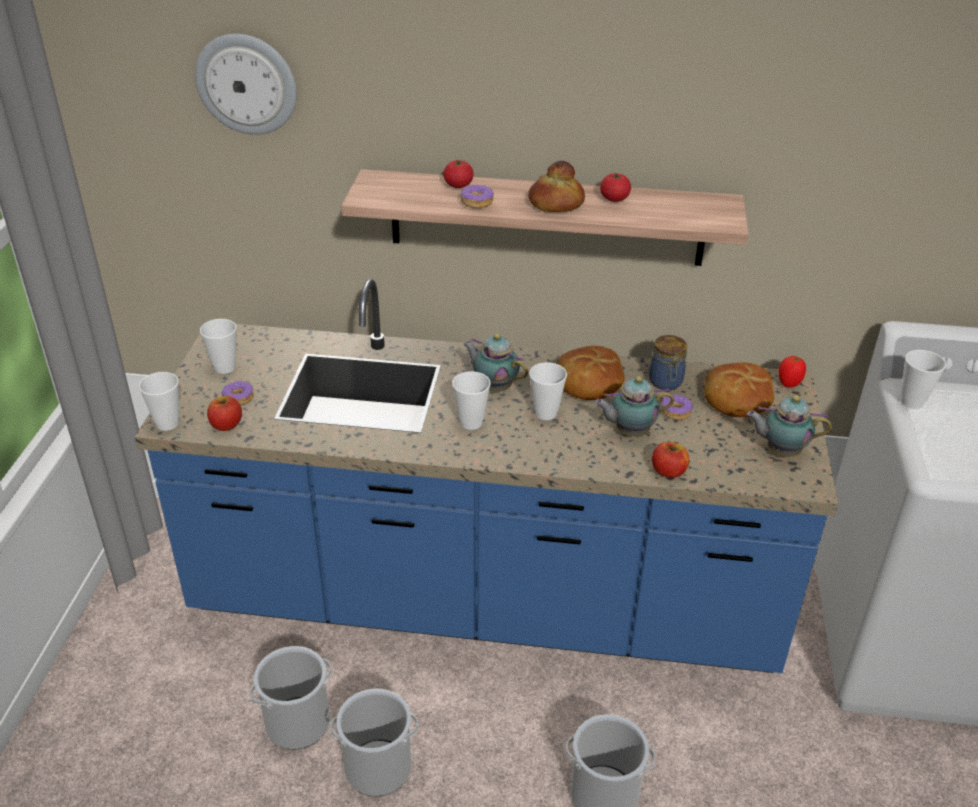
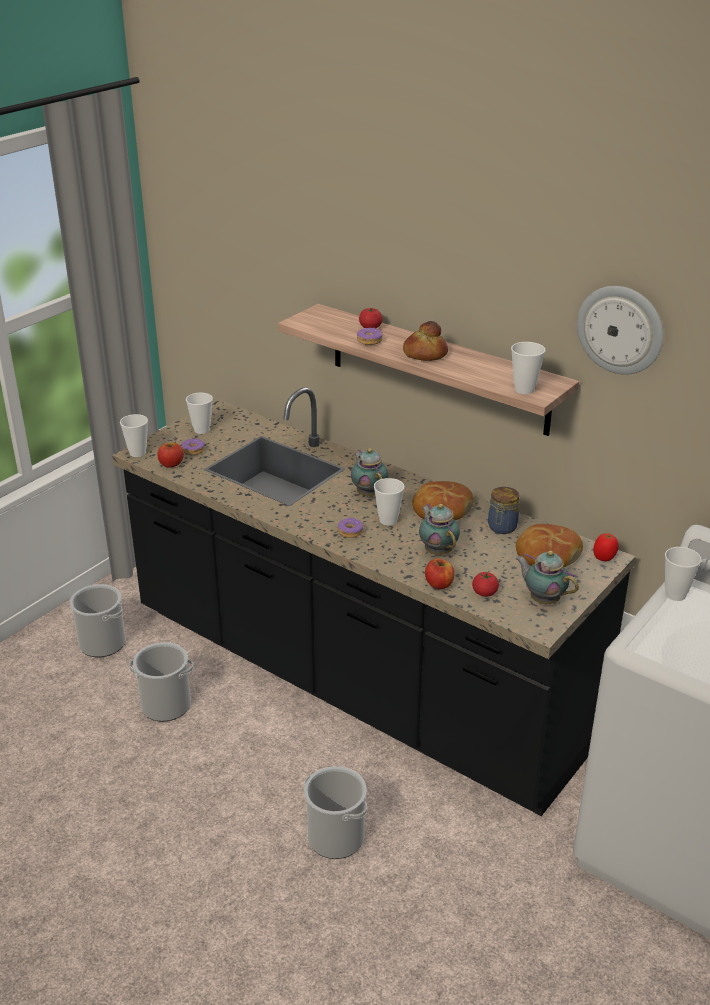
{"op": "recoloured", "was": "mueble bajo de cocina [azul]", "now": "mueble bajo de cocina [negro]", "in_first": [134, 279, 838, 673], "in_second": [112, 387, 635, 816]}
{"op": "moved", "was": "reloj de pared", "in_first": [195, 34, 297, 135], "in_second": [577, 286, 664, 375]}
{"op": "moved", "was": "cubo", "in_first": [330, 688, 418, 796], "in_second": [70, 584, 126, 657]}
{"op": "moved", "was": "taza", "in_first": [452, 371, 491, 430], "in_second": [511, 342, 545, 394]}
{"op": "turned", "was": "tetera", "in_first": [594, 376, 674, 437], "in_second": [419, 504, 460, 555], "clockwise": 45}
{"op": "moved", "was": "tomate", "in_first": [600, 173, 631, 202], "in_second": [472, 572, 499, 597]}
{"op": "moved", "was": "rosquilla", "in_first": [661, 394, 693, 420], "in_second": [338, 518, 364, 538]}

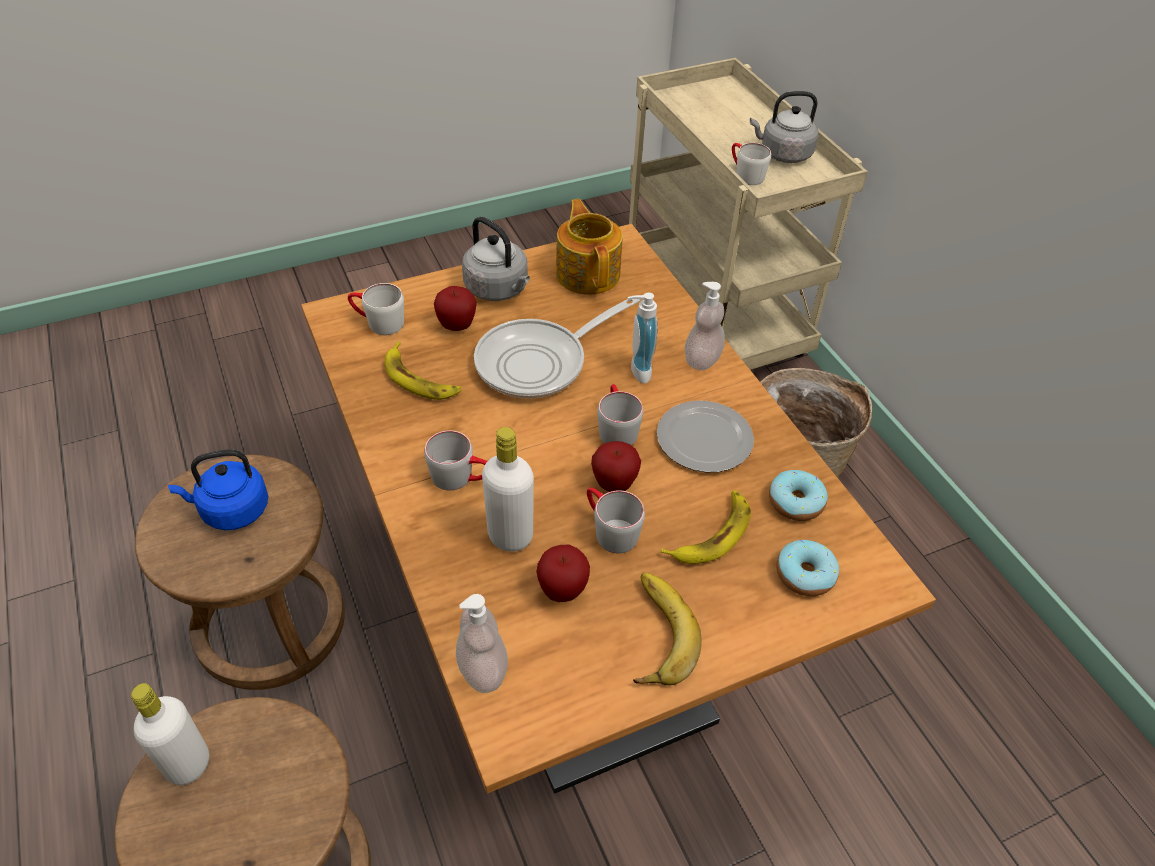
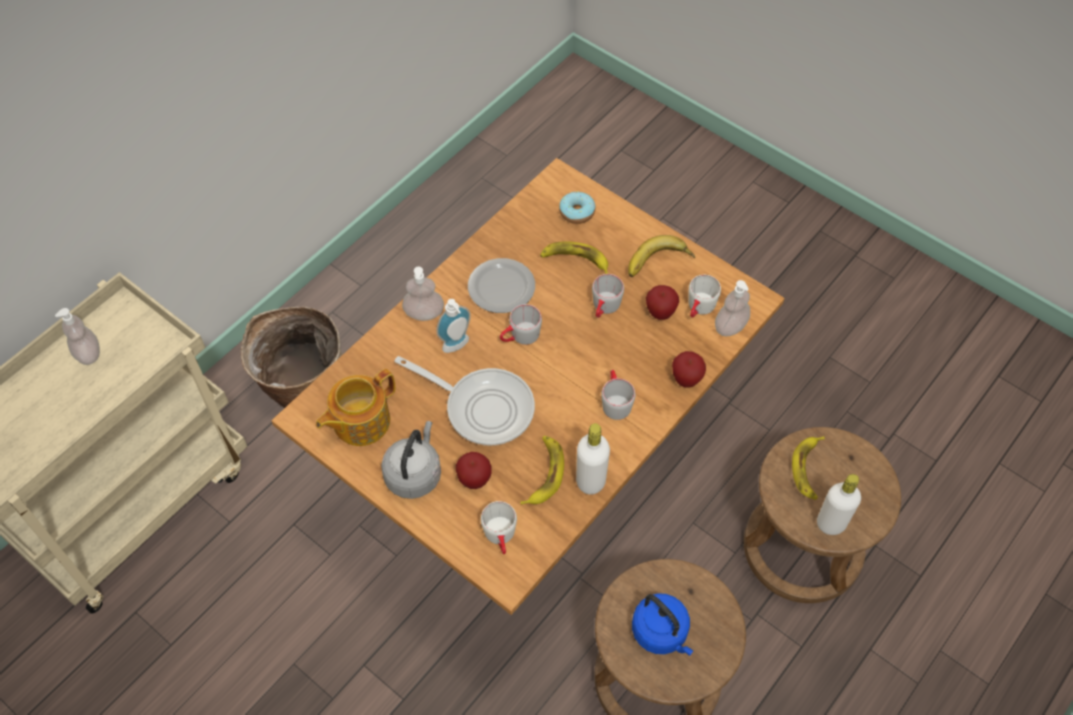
{"op": "moved", "was": "botella [blanco]", "in_first": [482, 427, 534, 552], "in_second": [576, 423, 610, 495]}
{"op": "moved", "was": "manzana", "in_first": [591, 441, 641, 492], "in_second": [672, 351, 706, 388]}
{"op": "moved", "was": "taza grande [blanco]", "in_first": [732, 143, 771, 185], "in_second": [689, 275, 721, 318]}
{"op": "replaced", "was": "hervidor [gris]", "now": "dispensador de jabón", "in_first": [750, 91, 818, 163], "in_second": [55, 308, 100, 365]}
{"op": "removed", "was": "rosquilla", "in_first": [769, 470, 828, 521]}
{"op": "added", "now": "plátano", "in_second": [792, 436, 825, 500]}

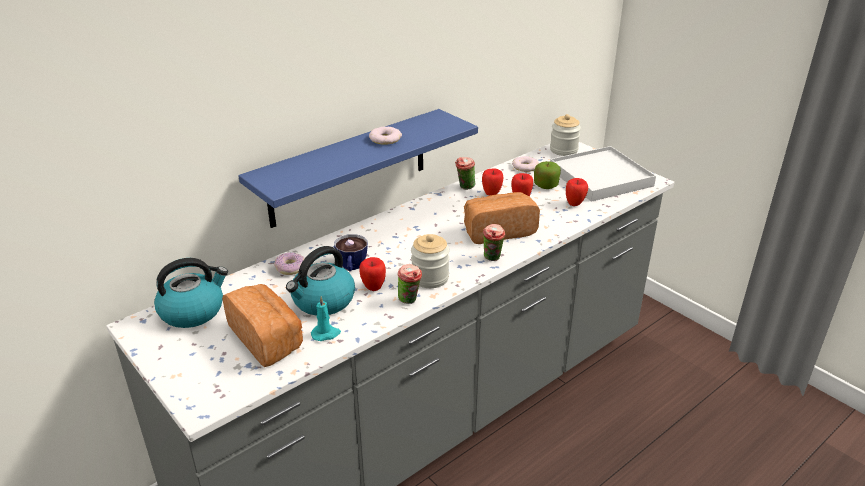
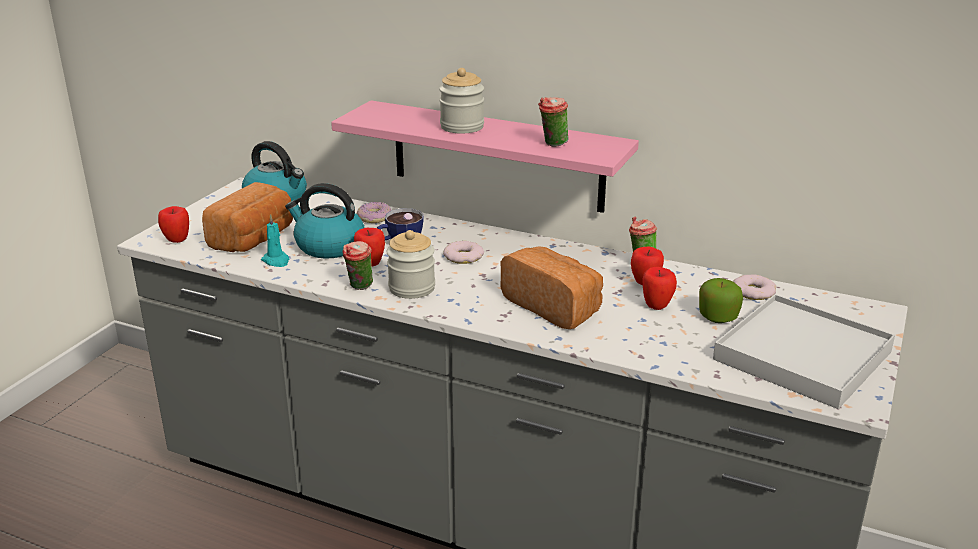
{"op": "recoloured", "was": "estante [azul]", "now": "estante [rosa]", "in_first": [238, 109, 478, 228], "in_second": [331, 101, 639, 213]}
{"op": "moved", "was": "rosquilla", "in_first": [369, 127, 402, 145], "in_second": [443, 241, 484, 264]}
{"op": "moved", "was": "taza", "in_first": [483, 224, 506, 261], "in_second": [538, 97, 568, 147]}
{"op": "moved", "was": "tarro", "in_first": [550, 114, 581, 156], "in_second": [439, 68, 484, 134]}
{"op": "moved", "was": "manzana", "in_first": [566, 178, 588, 206], "in_second": [158, 206, 189, 243]}

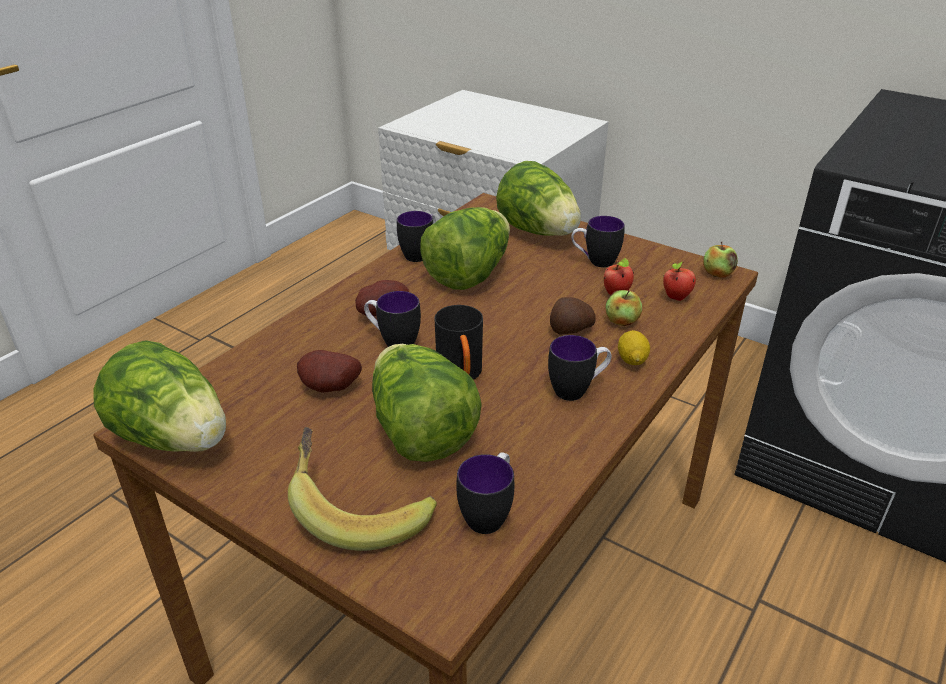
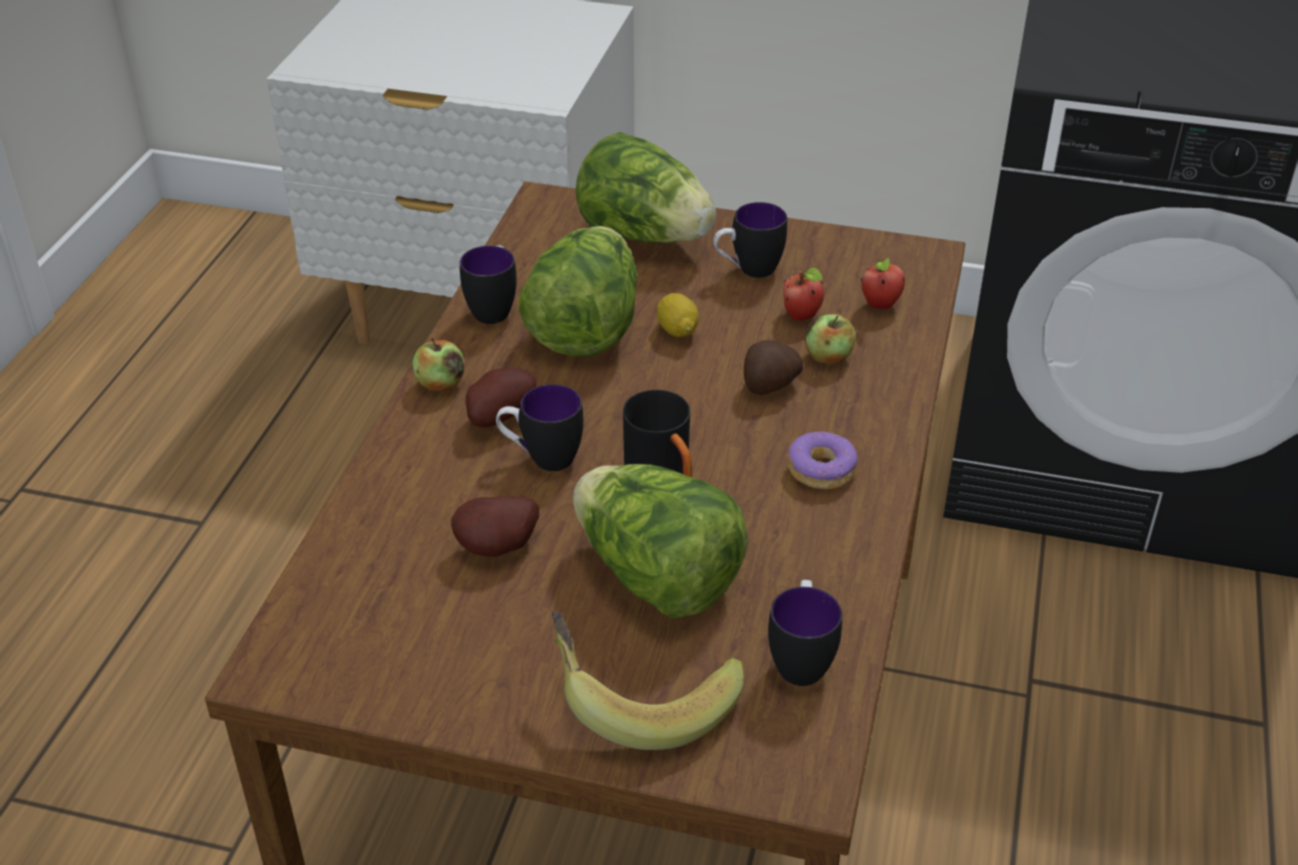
{"op": "removed", "was": "lechuga", "in_first": [93, 340, 226, 452]}
{"op": "replaced", "was": "taza grande", "now": "rosquilla", "in_first": [548, 335, 612, 401], "in_second": [788, 431, 858, 489]}
{"op": "moved", "was": "limón", "in_first": [618, 330, 650, 365], "in_second": [657, 293, 699, 337]}
{"op": "moved", "was": "manzana", "in_first": [703, 242, 738, 278], "in_second": [413, 338, 465, 392]}

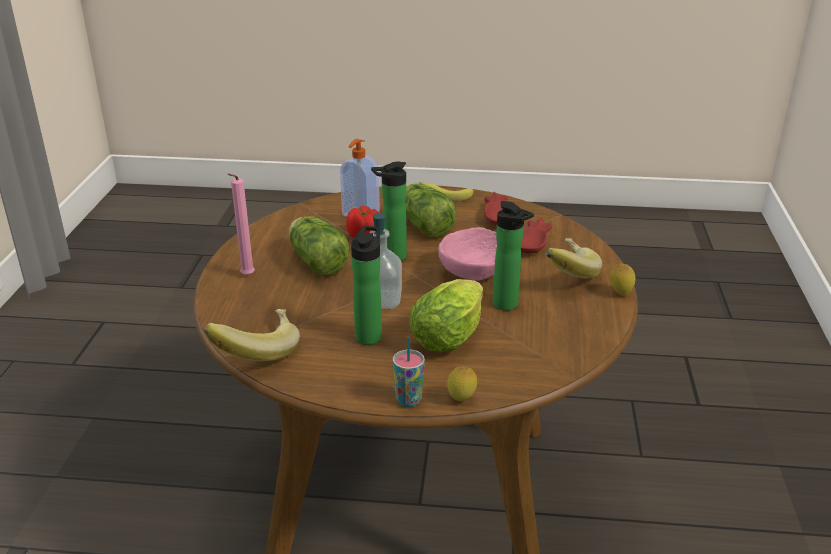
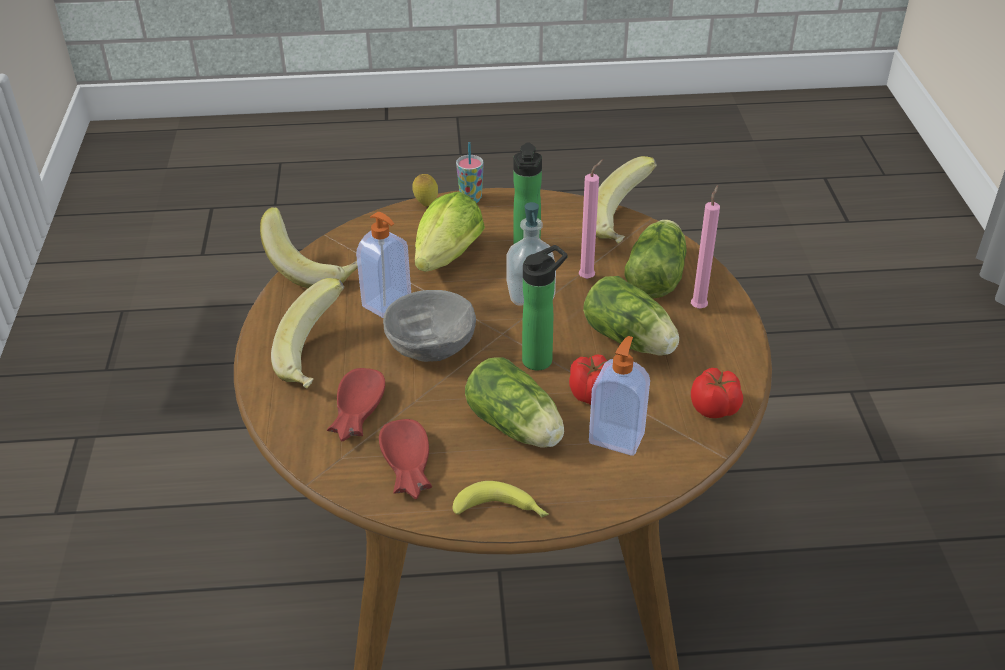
{"op": "recoloured", "was": "cuenco [rosa]", "now": "cuenco [gris]", "in_first": [438, 227, 497, 281], "in_second": [383, 290, 476, 362]}
{"op": "replaced", "was": "botella", "now": "dispensador de jabón", "in_first": [493, 201, 534, 310], "in_second": [356, 212, 411, 318]}
{"op": "removed", "was": "limón", "in_first": [610, 264, 635, 296]}
{"op": "added", "now": "plátano", "in_second": [260, 207, 358, 288]}
{"op": "added", "now": "vela [rosa]", "in_second": [579, 159, 603, 279]}
{"op": "added", "now": "lechuga", "in_second": [624, 220, 687, 298]}
{"op": "added", "now": "tomate", "in_second": [691, 368, 743, 418]}

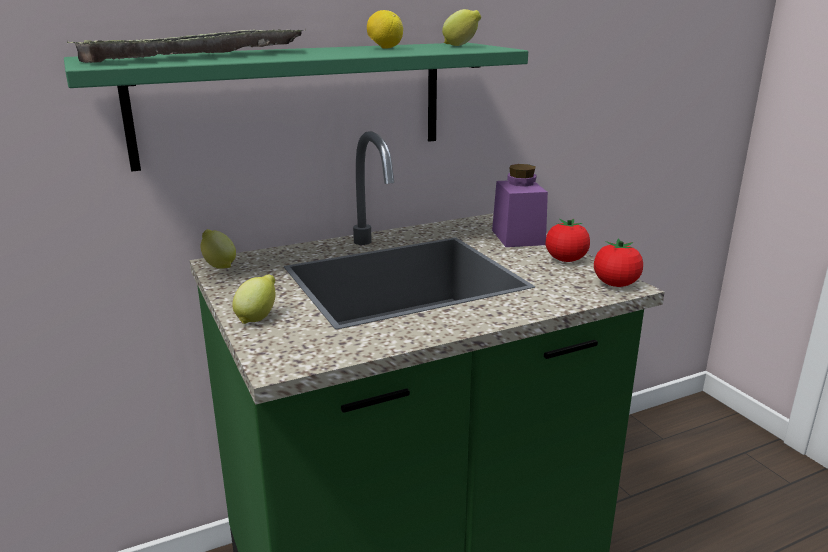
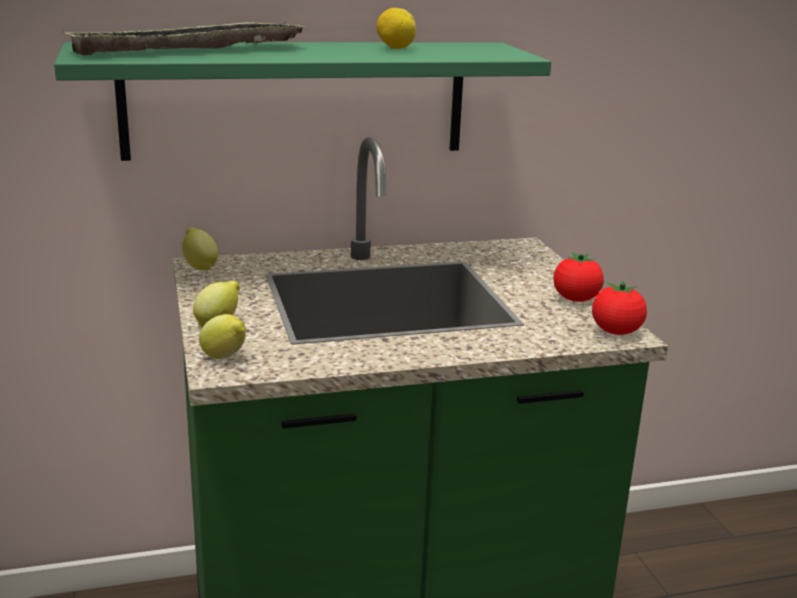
{"op": "moved", "was": "limón", "in_first": [442, 9, 481, 46], "in_second": [199, 314, 246, 359]}
{"op": "removed", "was": "tarro [morado]", "in_first": [492, 164, 548, 247]}

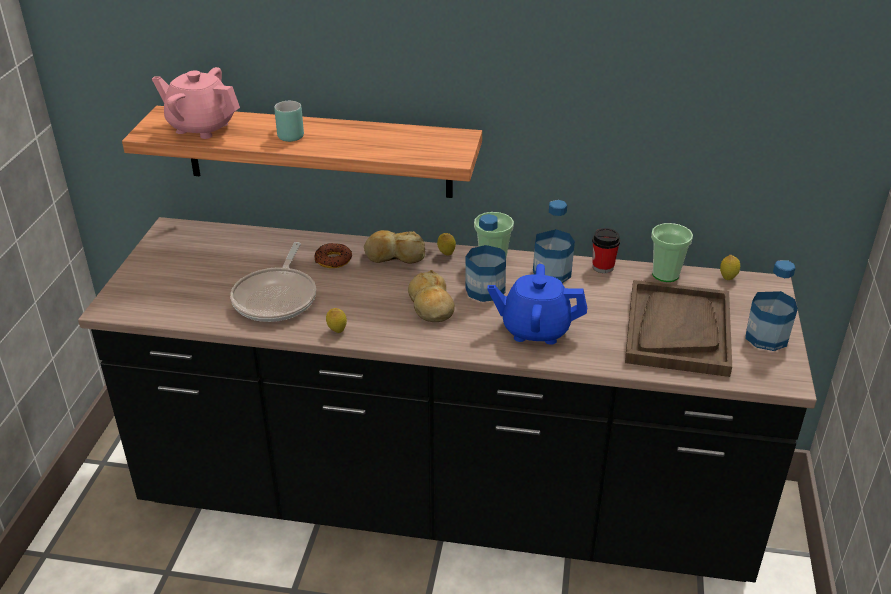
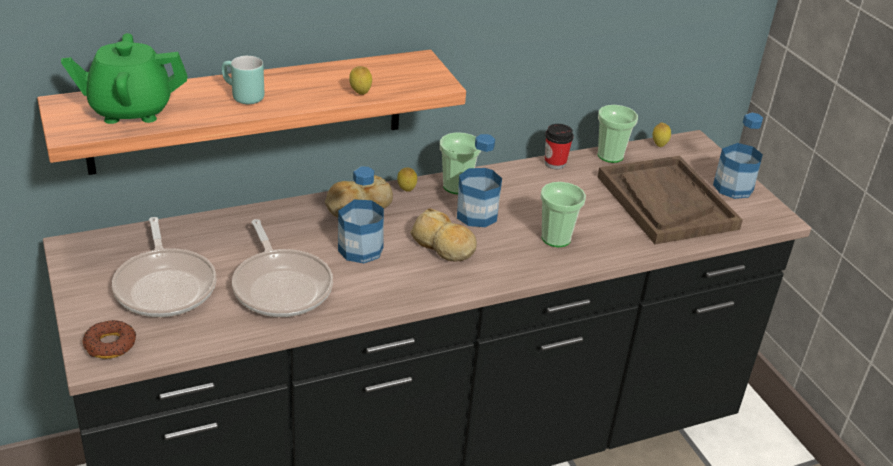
{"op": "recoloured", "was": "tetera [rosa]", "now": "tetera [verde]", "in_first": [152, 67, 240, 139], "in_second": [61, 33, 188, 124]}
{"op": "moved", "was": "rosquilla", "in_first": [314, 243, 352, 268], "in_second": [83, 320, 136, 359]}
{"op": "moved", "was": "limón", "in_first": [326, 308, 347, 333], "in_second": [349, 66, 372, 95]}
{"op": "replaced", "was": "tetera [azul]", "now": "taza", "in_first": [487, 264, 587, 345], "in_second": [540, 182, 586, 247]}
{"op": "moved", "was": "botella", "in_first": [533, 200, 575, 283], "in_second": [338, 166, 384, 263]}
{"op": "added", "now": "sartén", "in_second": [112, 217, 216, 317]}

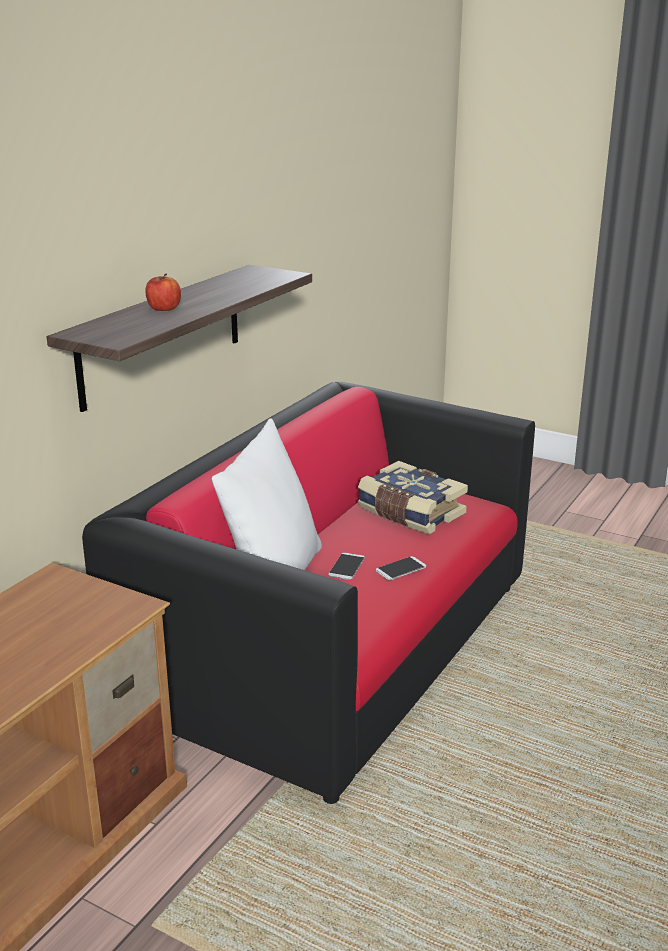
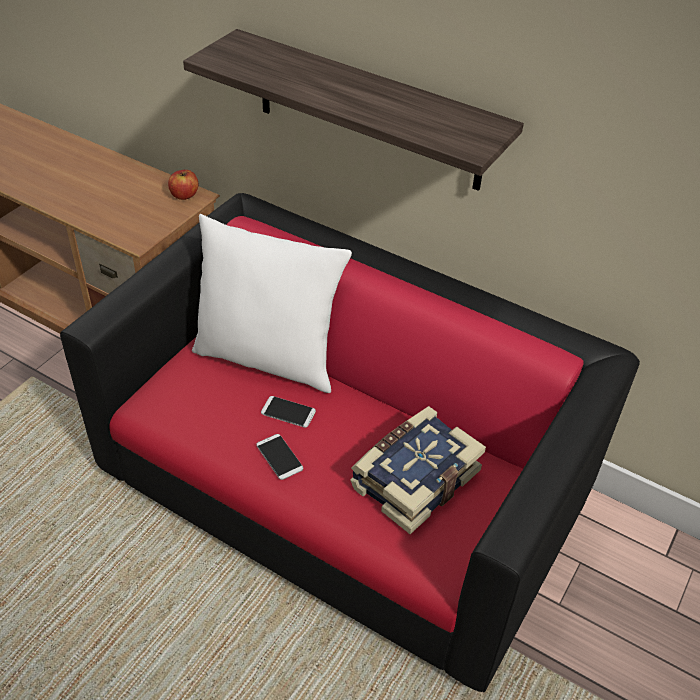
{"op": "moved", "was": "manzana", "in_first": [145, 274, 181, 311], "in_second": [168, 170, 198, 200]}

